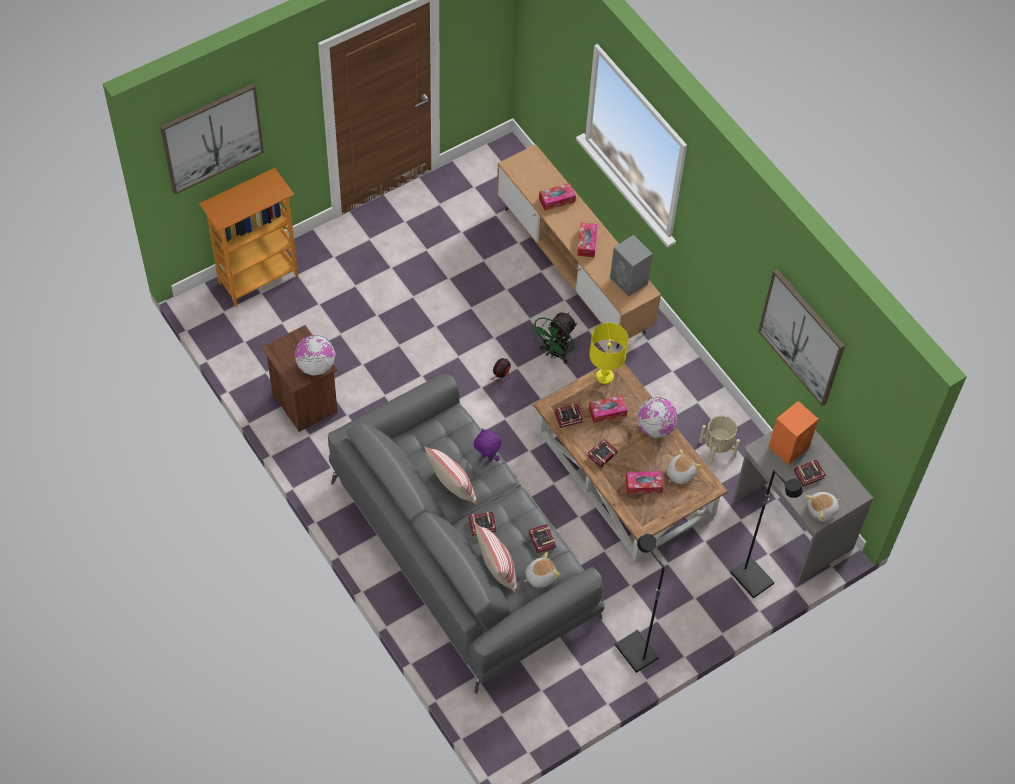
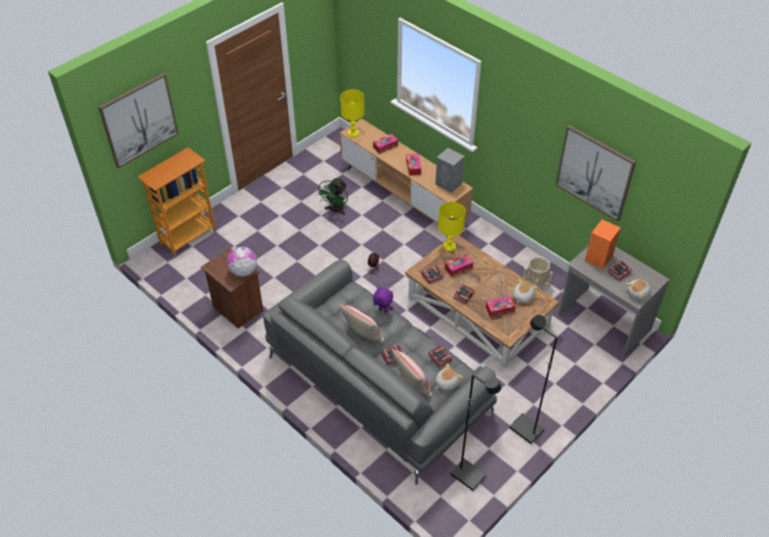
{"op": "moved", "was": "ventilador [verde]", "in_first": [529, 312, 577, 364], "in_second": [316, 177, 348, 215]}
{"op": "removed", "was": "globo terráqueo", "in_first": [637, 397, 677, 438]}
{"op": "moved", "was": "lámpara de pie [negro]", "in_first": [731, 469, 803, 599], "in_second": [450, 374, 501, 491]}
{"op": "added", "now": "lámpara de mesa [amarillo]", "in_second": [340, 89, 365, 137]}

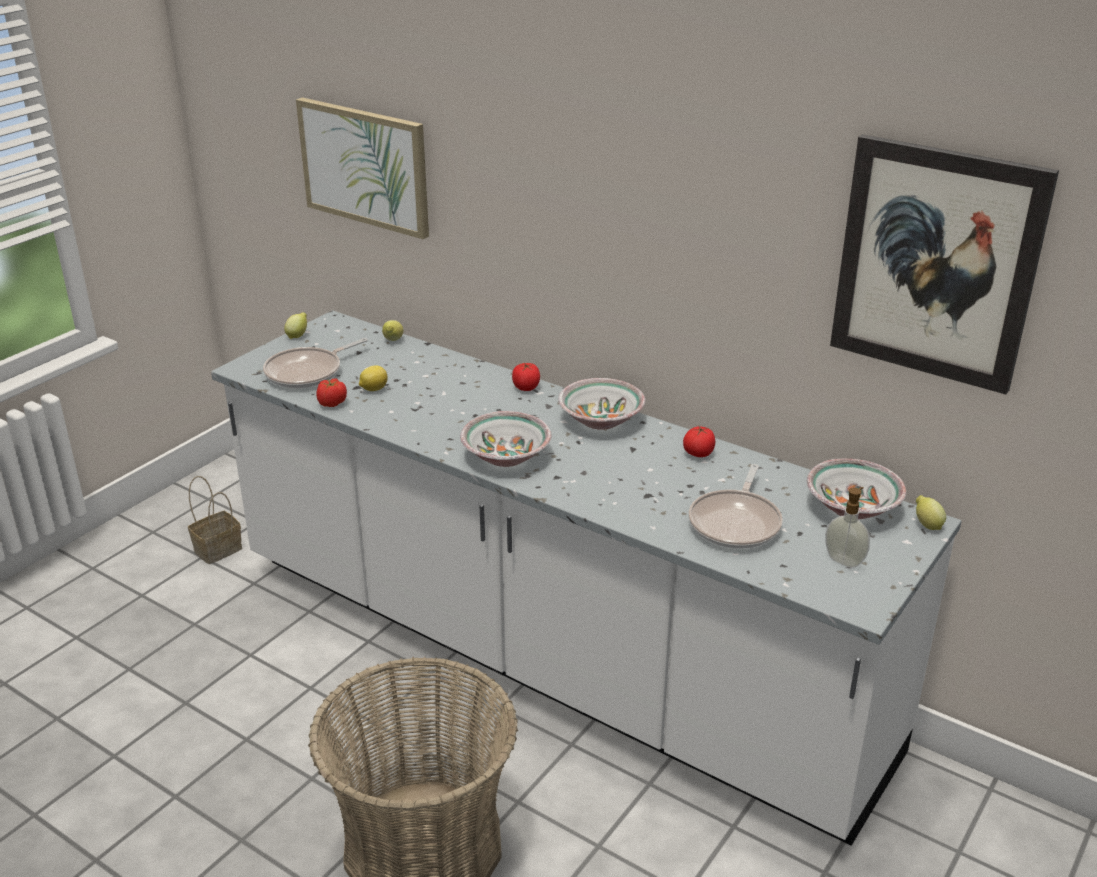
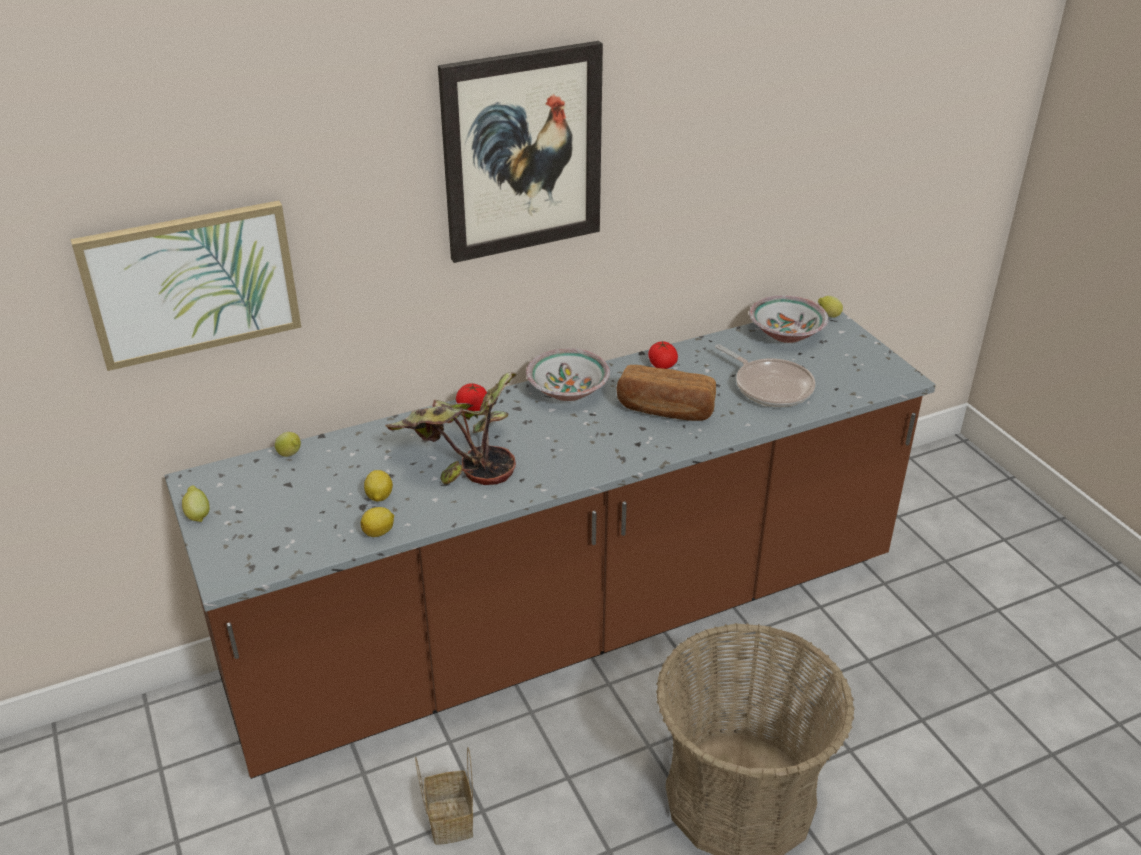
{"op": "moved", "was": "cesta", "in_first": [188, 476, 242, 564], "in_second": [415, 747, 473, 845]}
{"op": "recoloured", "was": "mueble bajo de cocina [blanco]", "now": "mueble bajo de cocina [marrón]", "in_first": [211, 310, 962, 846], "in_second": [165, 312, 936, 779]}
{"op": "removed", "was": "sartén", "in_first": [263, 338, 368, 389]}
{"op": "replaced", "was": "tomate", "now": "limón", "in_first": [316, 378, 347, 407], "in_second": [361, 507, 394, 537]}
{"op": "removed", "was": "cuenco", "in_first": [460, 411, 552, 467]}
{"op": "removed", "was": "dispensador de jabón", "in_first": [825, 487, 870, 568]}
{"op": "moved", "was": "cuadro", "in_first": [830, 134, 1059, 394], "in_second": [438, 41, 603, 263]}
{"op": "added", "now": "planta en maceta", "in_second": [385, 372, 516, 485]}
{"op": "added", "now": "pan", "in_second": [616, 365, 716, 421]}

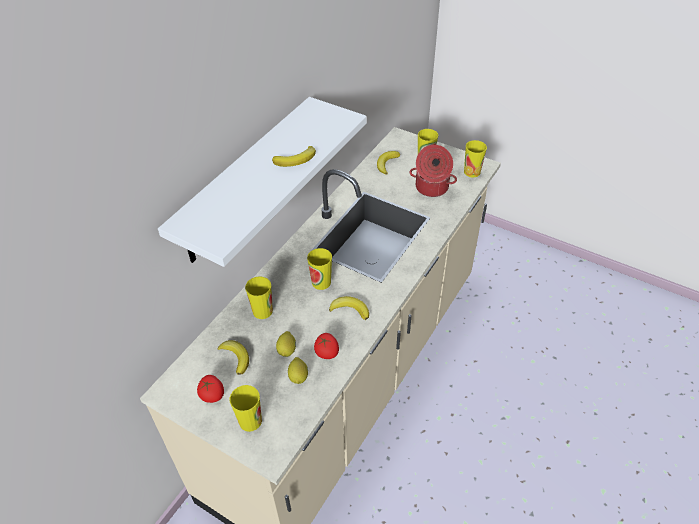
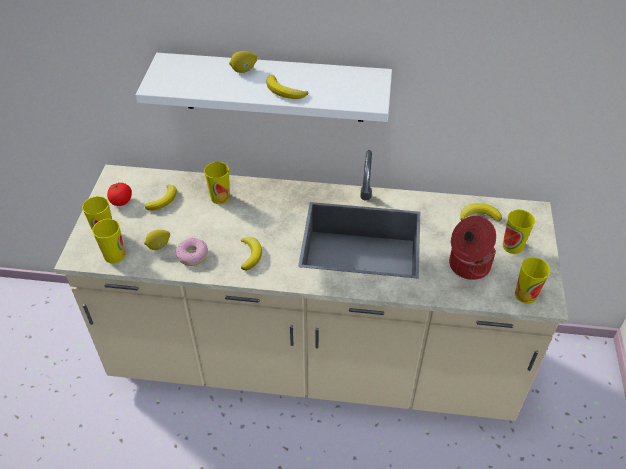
{"op": "moved", "was": "limón", "in_first": [276, 331, 296, 357], "in_second": [229, 51, 257, 73]}
{"op": "moved", "was": "taza", "in_first": [307, 248, 332, 290], "in_second": [92, 219, 125, 264]}
{"op": "replaced", "was": "tomate", "now": "rosquilla", "in_first": [314, 333, 339, 359], "in_second": [176, 238, 208, 266]}

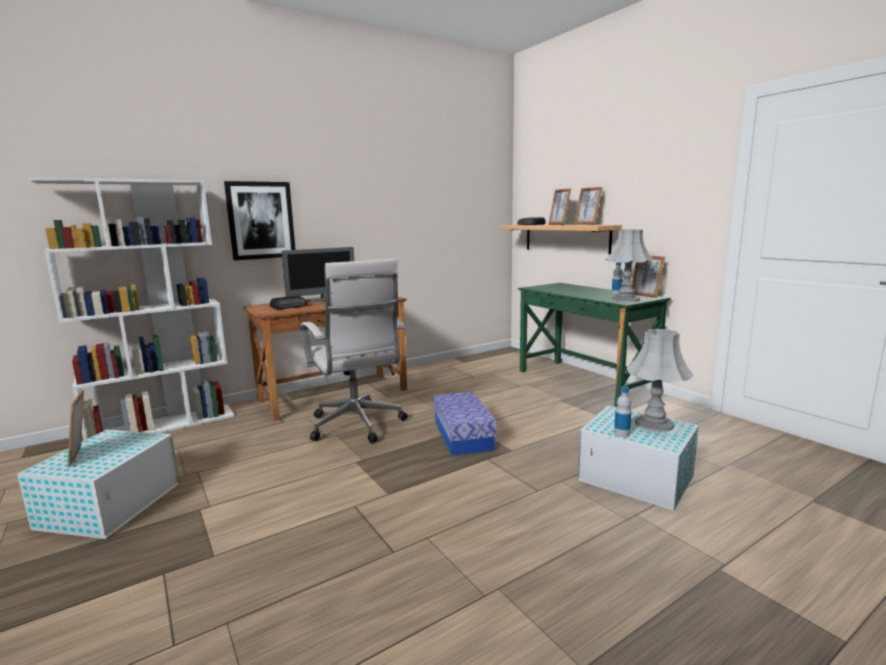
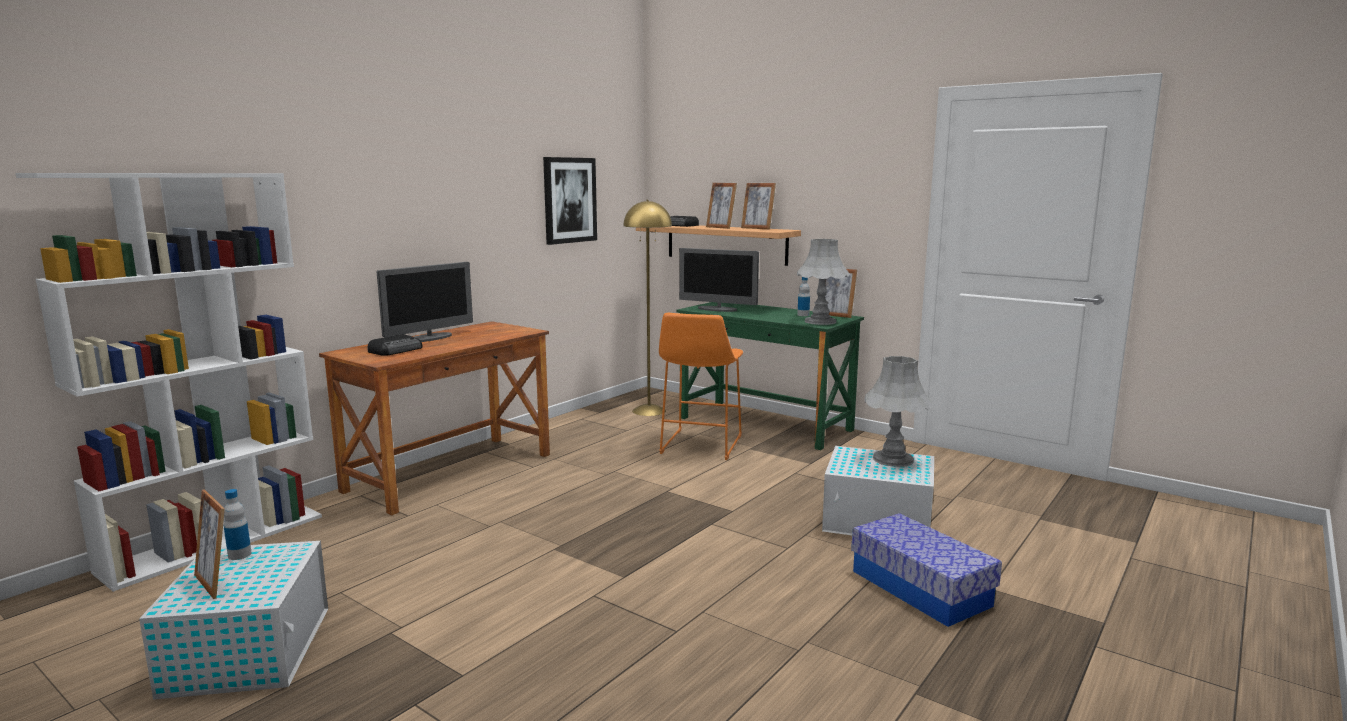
{"op": "moved", "was": "cuadro", "in_first": [224, 181, 296, 260], "in_second": [543, 157, 597, 245]}
{"op": "removed", "was": "silla de oficina [blanco]", "in_first": [301, 258, 408, 444]}
{"op": "moved", "was": "caja de almacenaje", "in_first": [434, 391, 496, 456], "in_second": [851, 513, 1002, 627]}
{"op": "moved", "was": "botella", "in_first": [614, 386, 631, 438], "in_second": [224, 489, 252, 560]}
{"op": "added", "now": "lámpara de pie [amarillo]", "in_second": [623, 200, 672, 416]}
{"op": "added", "now": "taburete [naranja]", "in_second": [659, 313, 743, 460]}
{"op": "added", "now": "monitor", "in_second": [679, 248, 759, 312]}

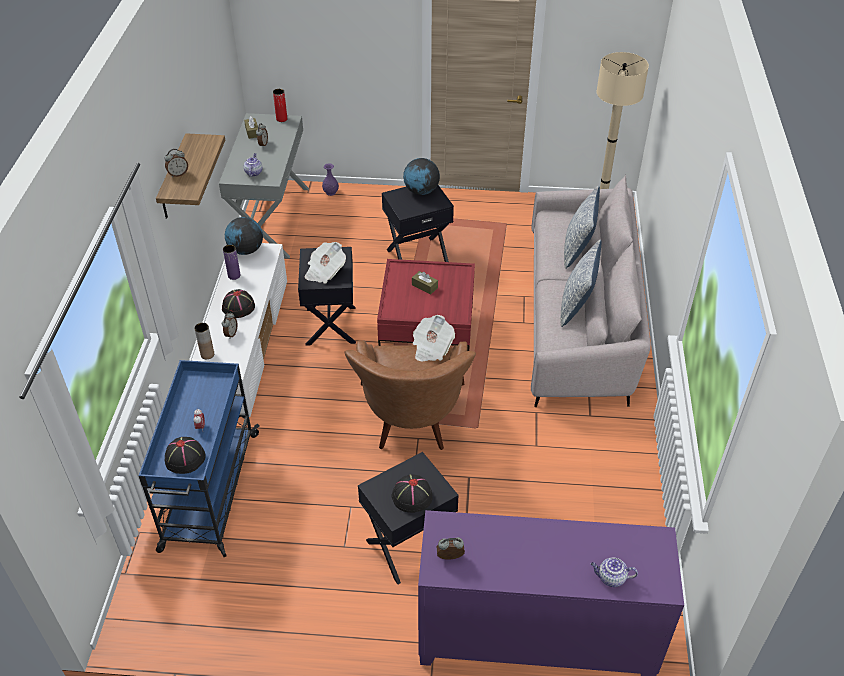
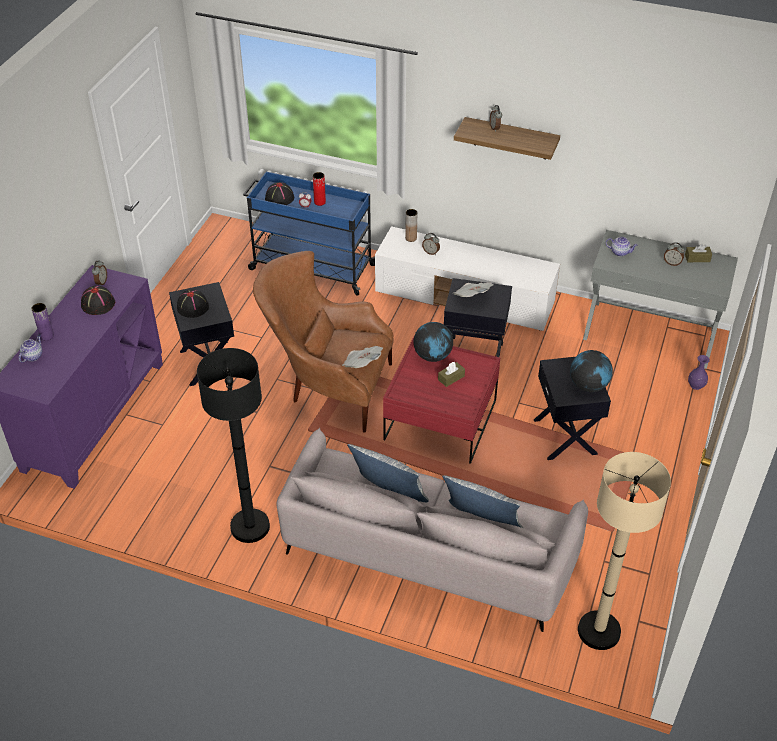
{"op": "moved", "was": "sombrero [negro]", "in_first": [222, 289, 255, 318], "in_second": [81, 286, 115, 315]}
{"op": "moved", "was": "florero [morado]", "in_first": [223, 245, 240, 280], "in_second": [32, 303, 54, 341]}
{"op": "moved", "was": "globo terráqueo", "in_first": [225, 217, 263, 255], "in_second": [413, 322, 453, 362]}
{"op": "moved", "was": "florero [rojo]", "in_first": [273, 89, 287, 122], "in_second": [313, 172, 326, 206]}
{"op": "added", "now": "lámpara de pie [negro]", "in_second": [197, 348, 270, 543]}

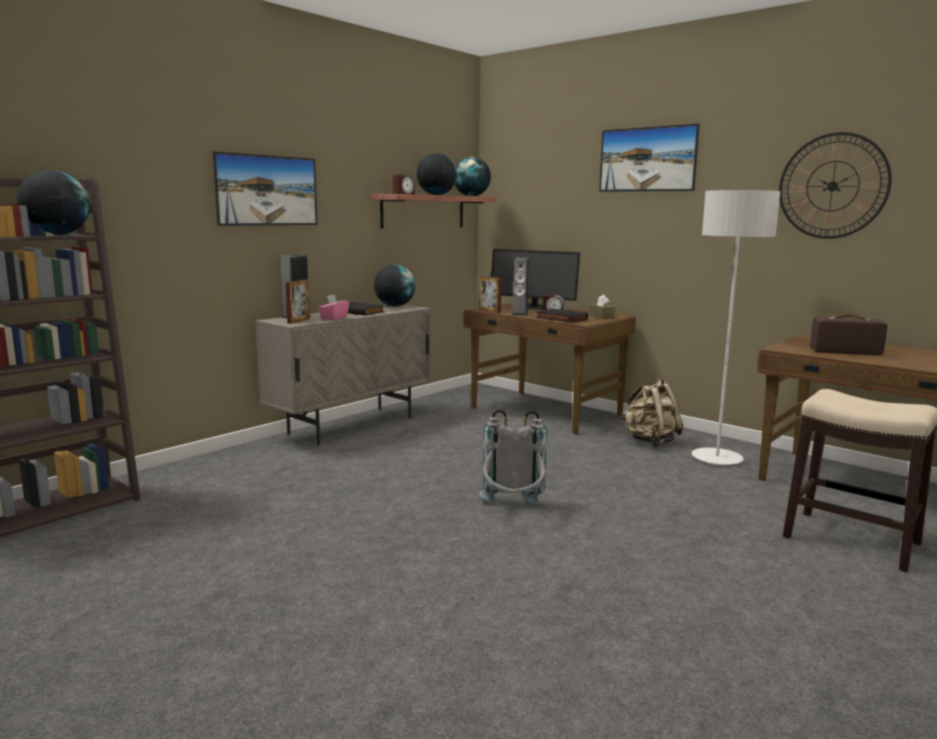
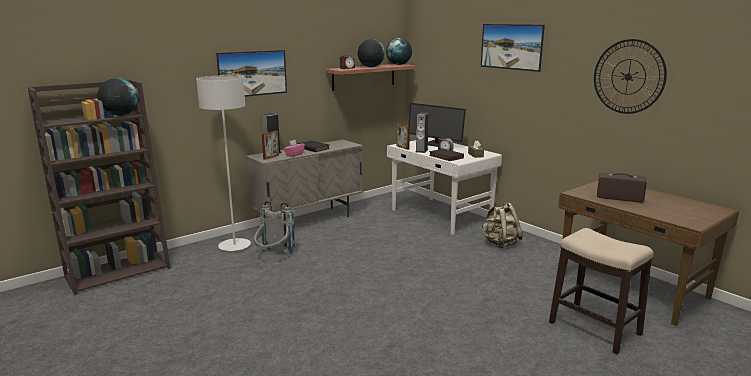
{"op": "removed", "was": "globo terráqueo", "in_first": [374, 265, 416, 306]}
{"op": "recoloured", "was": "escritorio [marrón]", "now": "escritorio [blanco]", "in_first": [463, 303, 636, 434], "in_second": [387, 138, 502, 235]}
{"op": "moved", "was": "mochila [gris]", "in_first": [479, 409, 547, 505], "in_second": [254, 201, 295, 254]}
{"op": "moved", "was": "lámpara de pie [gris]", "in_first": [692, 190, 780, 465], "in_second": [196, 76, 251, 251]}

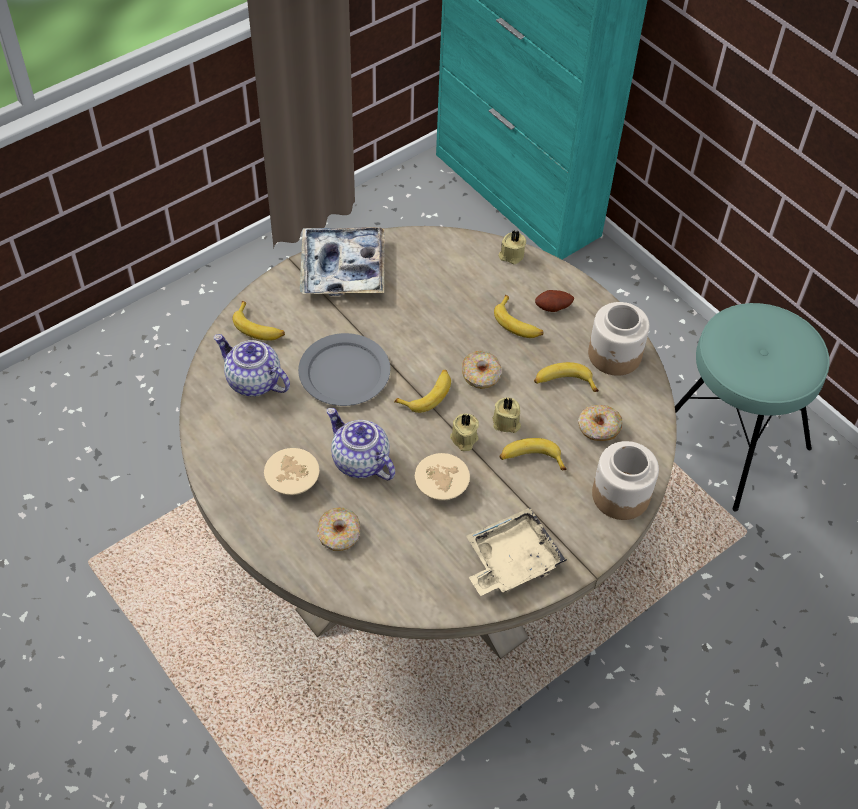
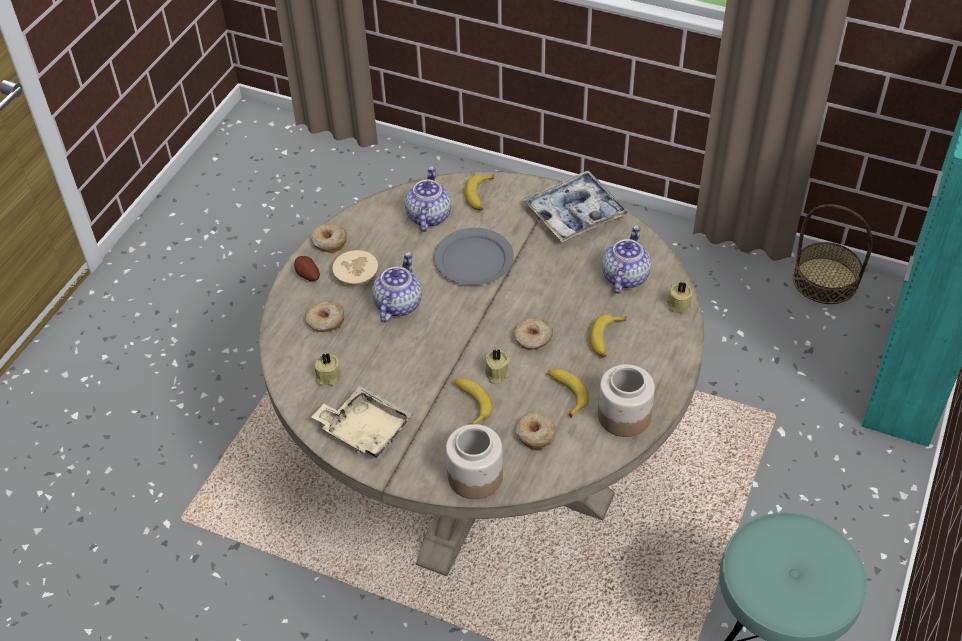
{"op": "removed", "was": "plátano", "in_first": [394, 370, 451, 413]}
{"op": "removed", "was": "cuenco [beis]", "in_first": [415, 453, 470, 501]}
{"op": "moved", "was": "vela [beis]", "in_first": [450, 414, 479, 451], "in_second": [315, 353, 340, 386]}
{"op": "moved", "was": "patata", "in_first": [535, 290, 574, 312], "in_second": [294, 256, 320, 281]}
{"op": "added", "now": "rosquilla", "in_second": [311, 224, 347, 253]}
{"op": "added", "now": "tetera", "in_second": [602, 225, 651, 294]}
{"op": "added", "now": "cesta", "in_second": [793, 204, 873, 304]}

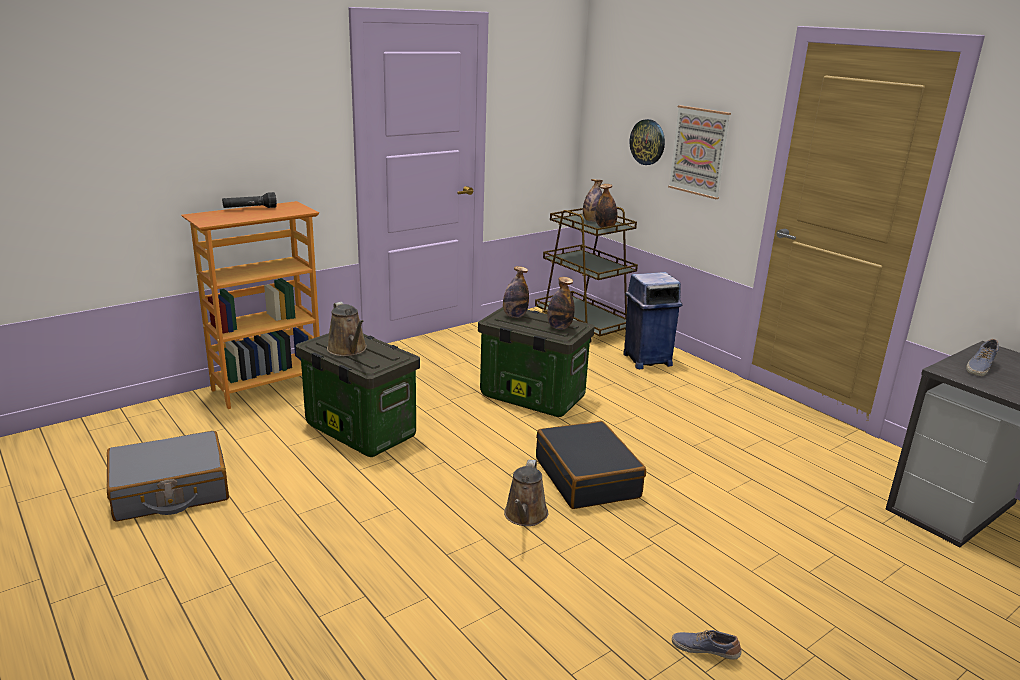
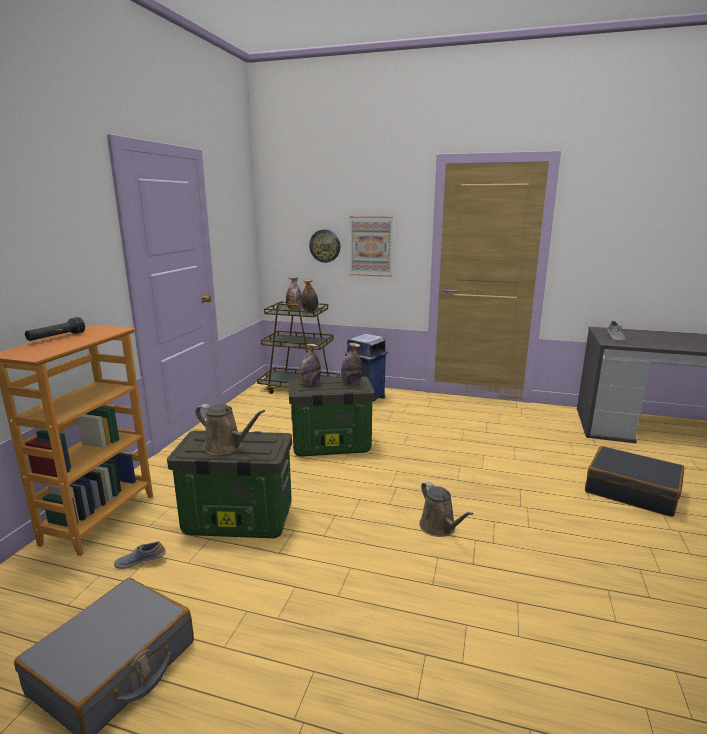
{"op": "moved", "was": "maleta [negro]", "in_first": [536, 421, 646, 509], "in_second": [585, 446, 684, 517]}
{"op": "moved", "was": "zapato", "in_first": [672, 630, 742, 660], "in_second": [114, 541, 166, 569]}

